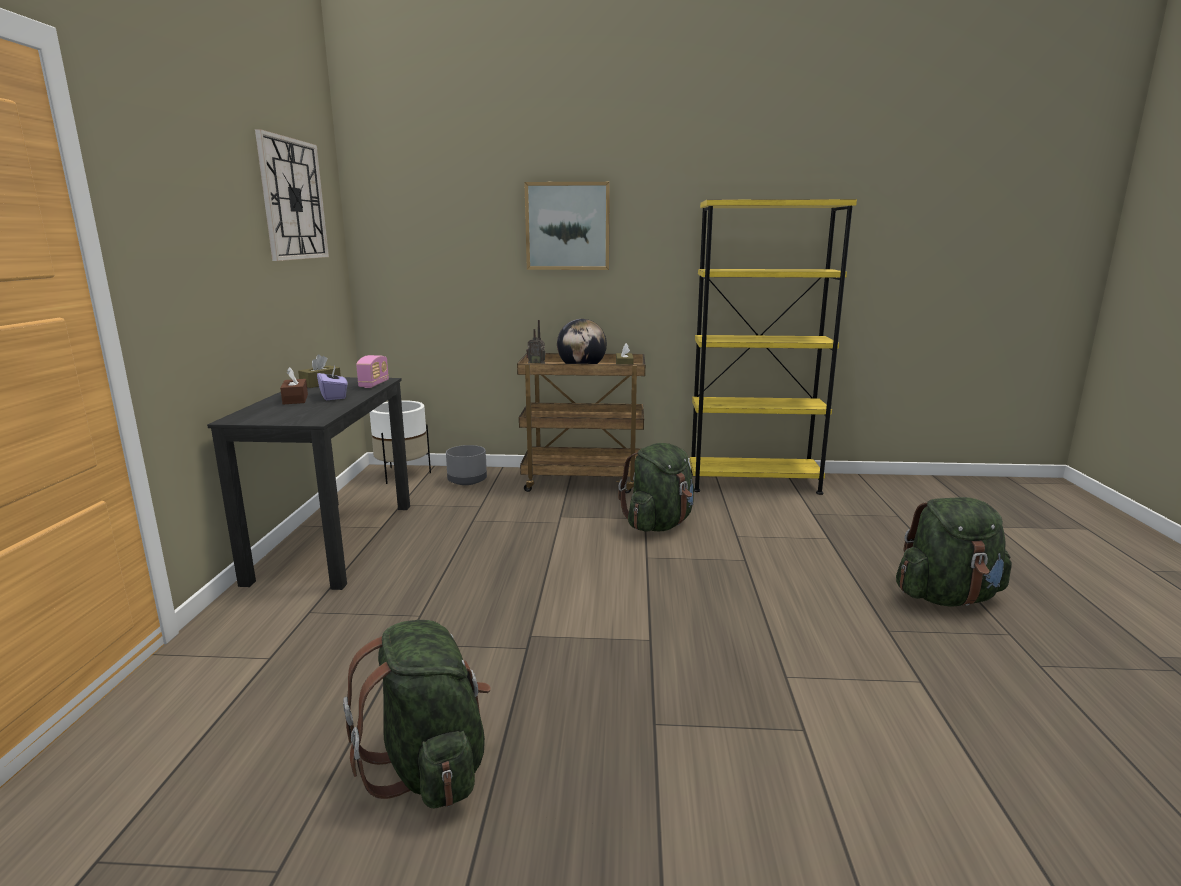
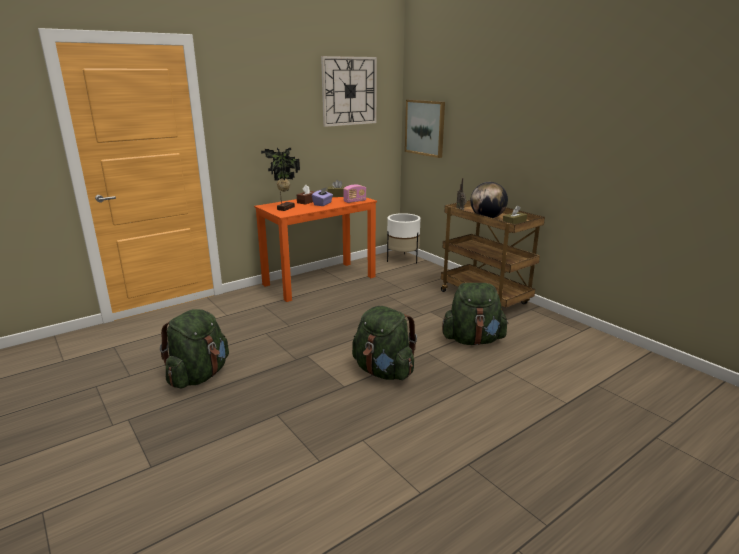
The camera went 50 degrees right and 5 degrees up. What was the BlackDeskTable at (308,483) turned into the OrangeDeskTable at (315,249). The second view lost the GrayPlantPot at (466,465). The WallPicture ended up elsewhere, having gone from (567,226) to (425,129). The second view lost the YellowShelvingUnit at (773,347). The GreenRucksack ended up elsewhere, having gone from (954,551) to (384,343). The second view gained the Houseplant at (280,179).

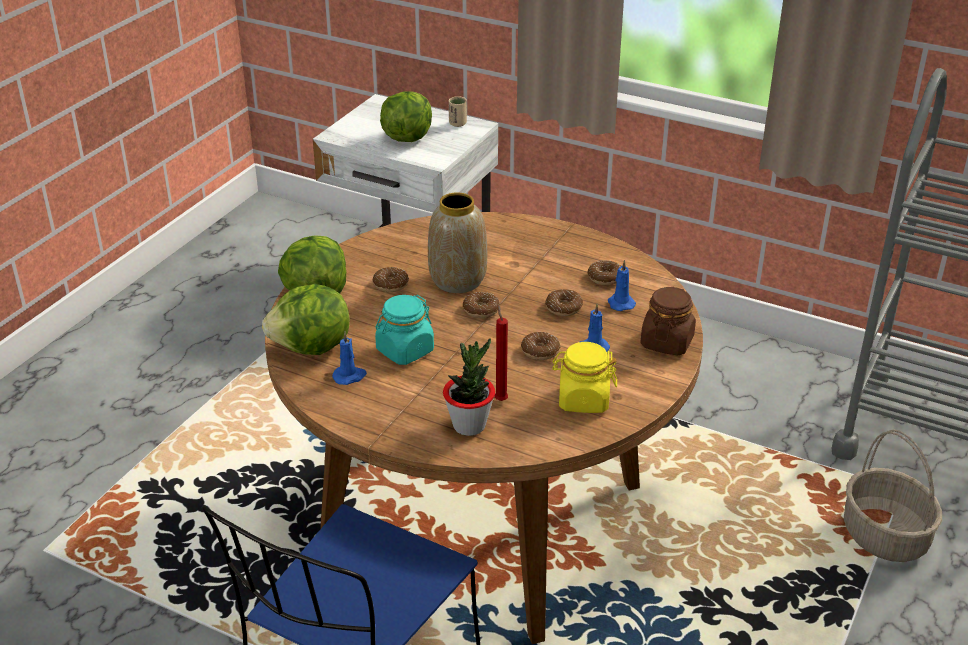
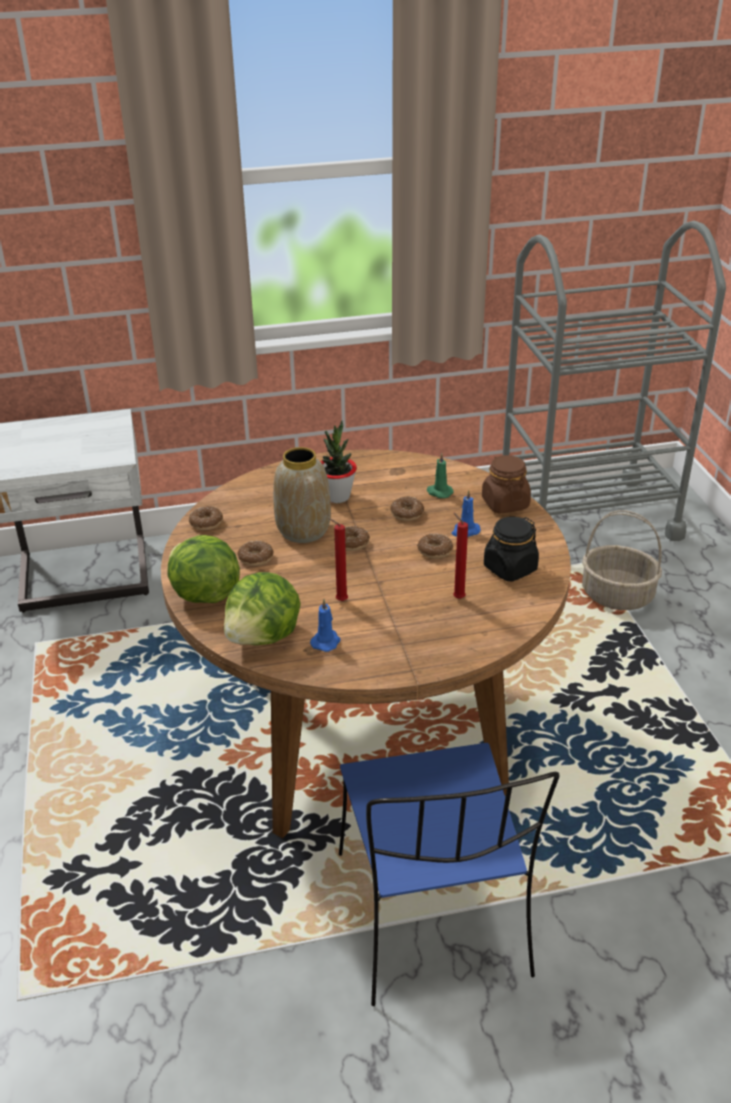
The camera went 40 degrees left and 0 degrees up. Where the TurquoiseStorageJar stood at (404,330), the RedColouredWaxCandle came to stand at (338,559). The second view lost the HeadOfLettuce at (406,116). The Houseplant ended up elsewhere, having gone from (469,387) to (338,461). The second view lost the BeigeColouredDrinkingCup at (458,111). What was the YellowStorageJar at (584,377) turned into the BlackStorageJar at (511,549). The Donut ended up elsewhere, having gone from (604,272) to (206,518). What was the BlueWaxCandle at (622,285) turned into the GreenWaxCandle at (440,475).

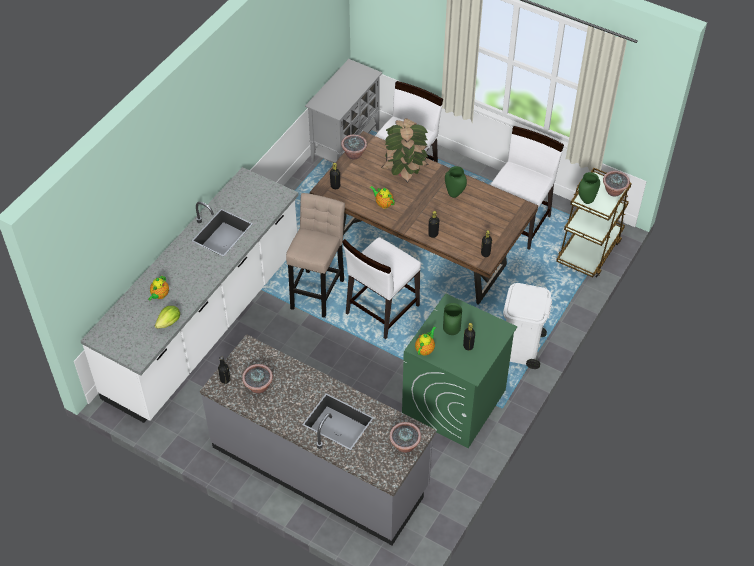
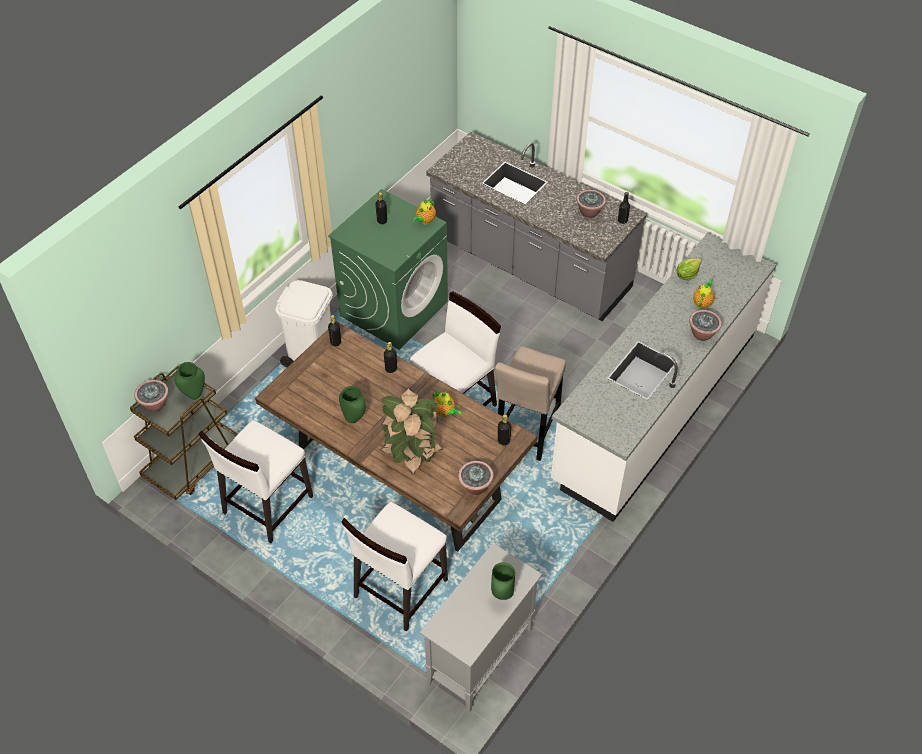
The camera went 175 degrees left and 0 degrees up. The Houseplant ended up elsewhere, having gone from (405,437) to (705,325). The GreenFlowerVase ended up elsewhere, having gone from (452,319) to (503,581).

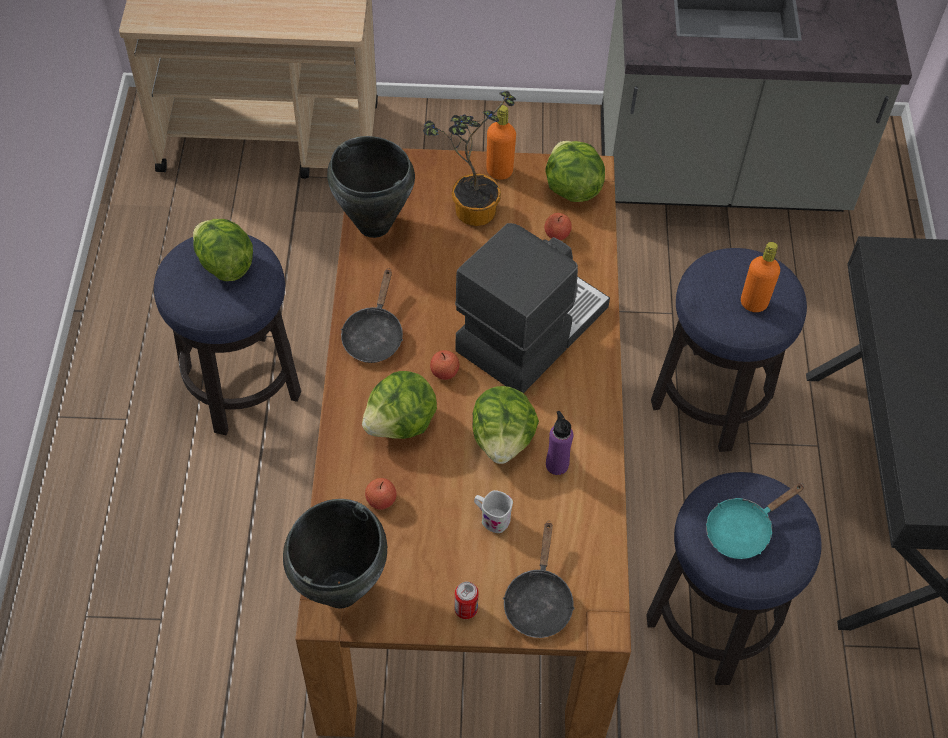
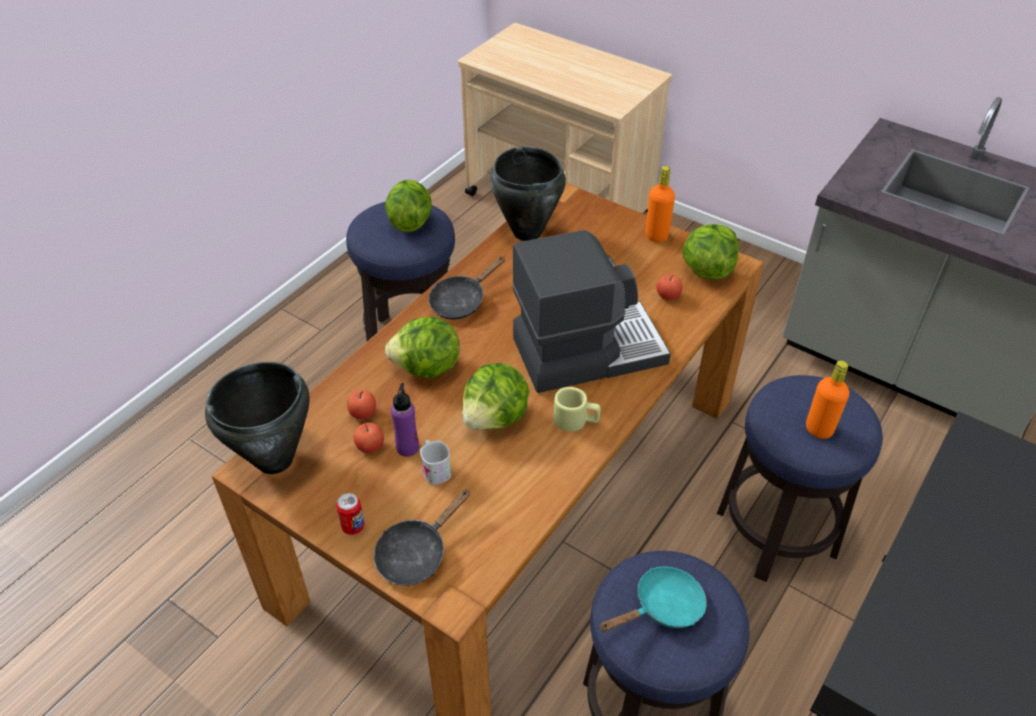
The camera went 35 degrees right and 10 degrees down. The second view lost the Houseplant at (469,158). The AppleFruit ended up elsewhere, having gone from (444,365) to (368,438). The PurplishBottle ended up elsewhere, having gone from (559,443) to (405,420). The TurquoiseFryingPan at (755,521) ended up facing another way, 150 degrees clockwise from before. The second view gained the BeigeColouredCoffeeMug at (577,409).

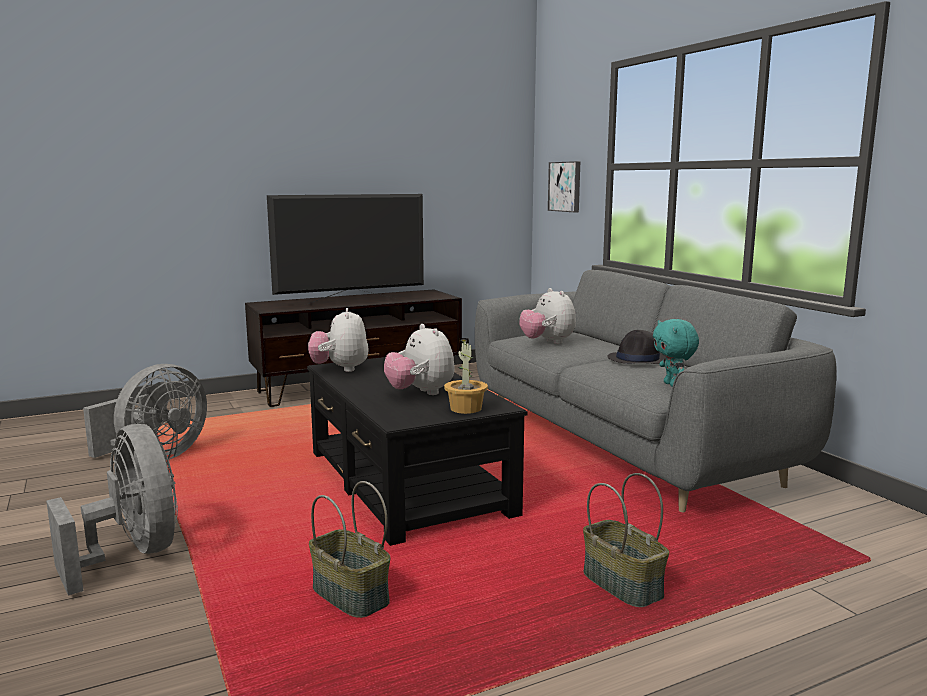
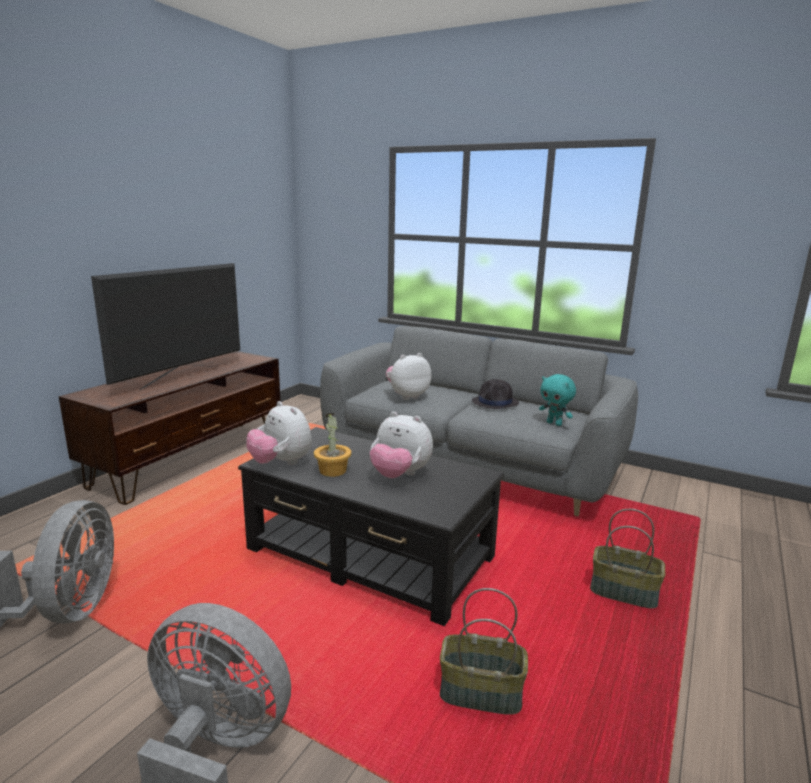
The camera went 35 degrees left and 5 degrees up. The Houseplant ended up elsewhere, having gone from (466,376) to (333,445). The CuddlyToy at (547,316) ended up facing another way, 120 degrees clockwise from before. The second view lost the WallPicture at (564,186).

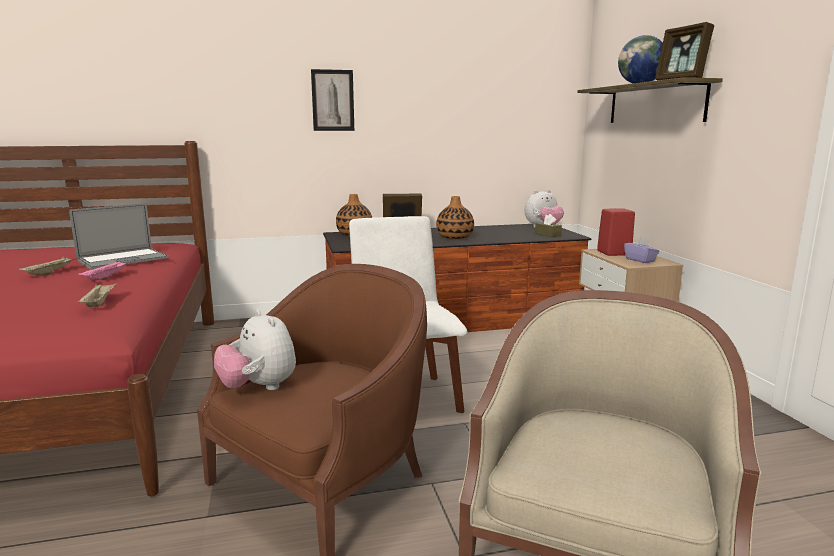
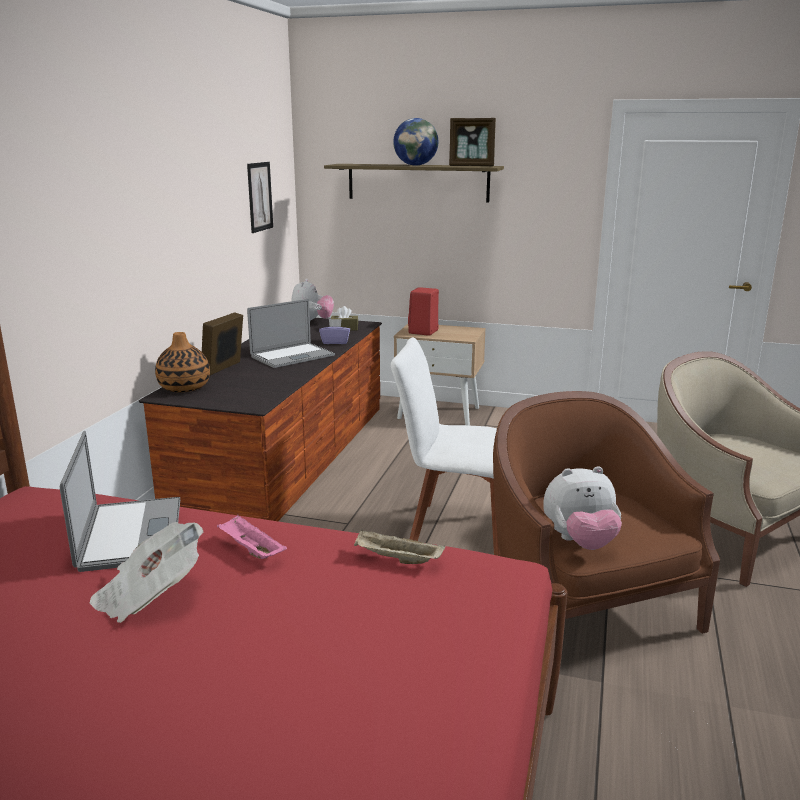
The camera went 60 degrees left and 5 degrees up. Where the BeigeColouredTray stood at (47,265), the DailyPaper came to stand at (146,572). The WallPicture ended up elsewhere, having gone from (332,100) to (260,197). Where the FlowerVase stood at (455,217), the PortableComputer came to stand at (291,333). The PurplishTissueHolder ended up elsewhere, having gone from (641,250) to (334,331).

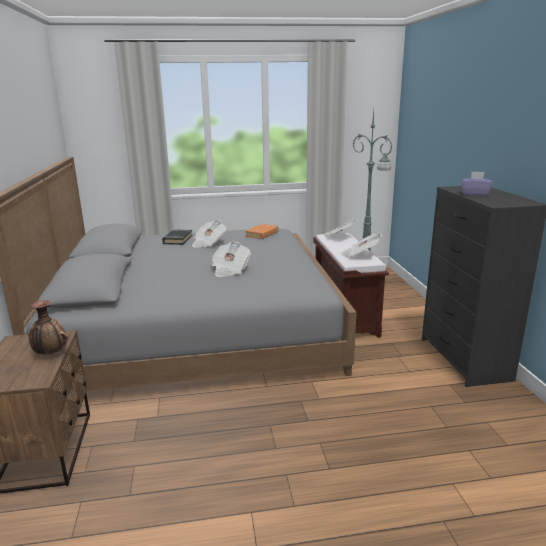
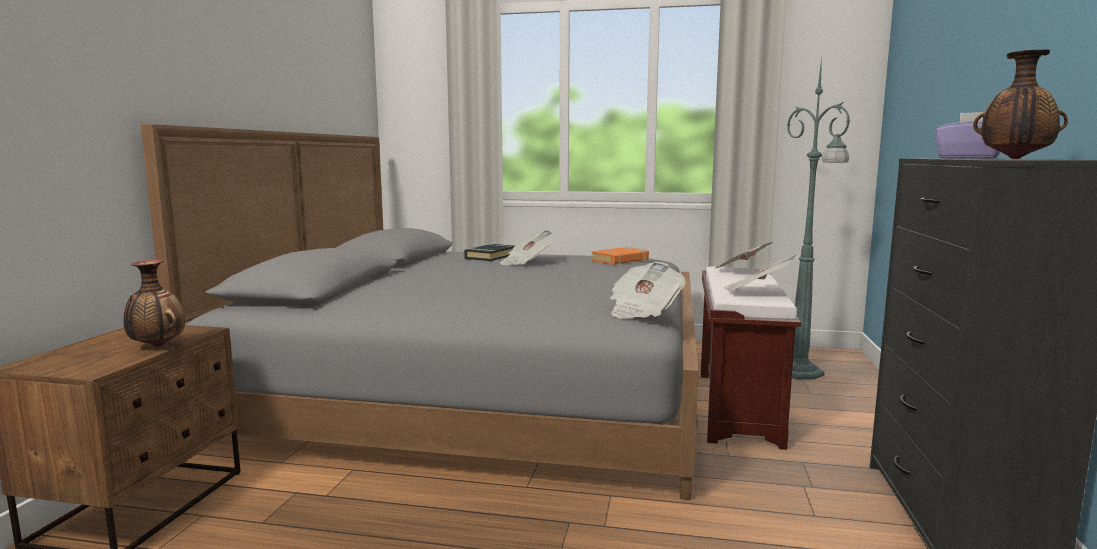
The camera went 20 degrees right and 10 degrees down. The DailyPaper ended up elsewhere, having gone from (231,259) to (648,290). The second view gained the FlowerVase at (1020,104).

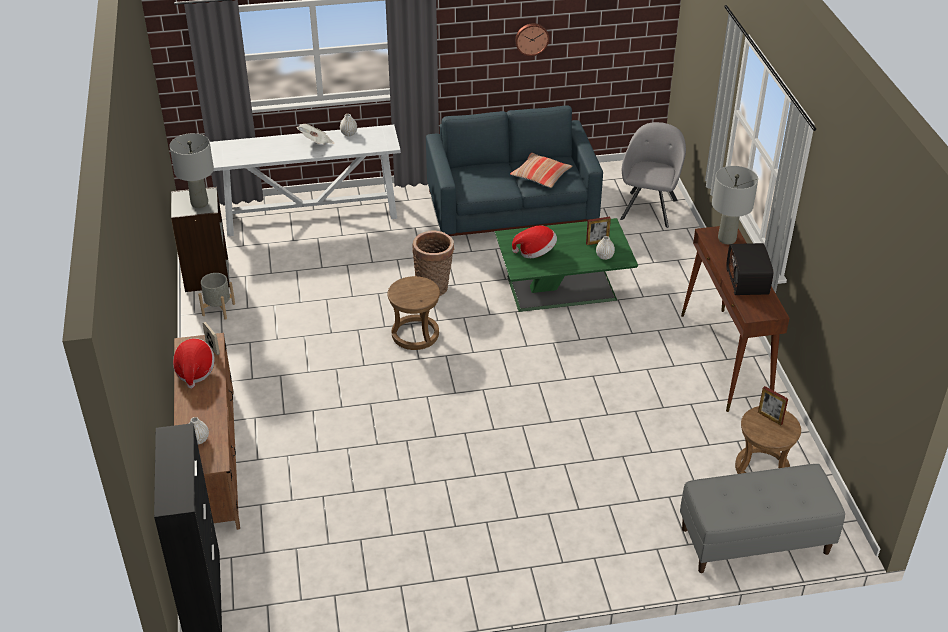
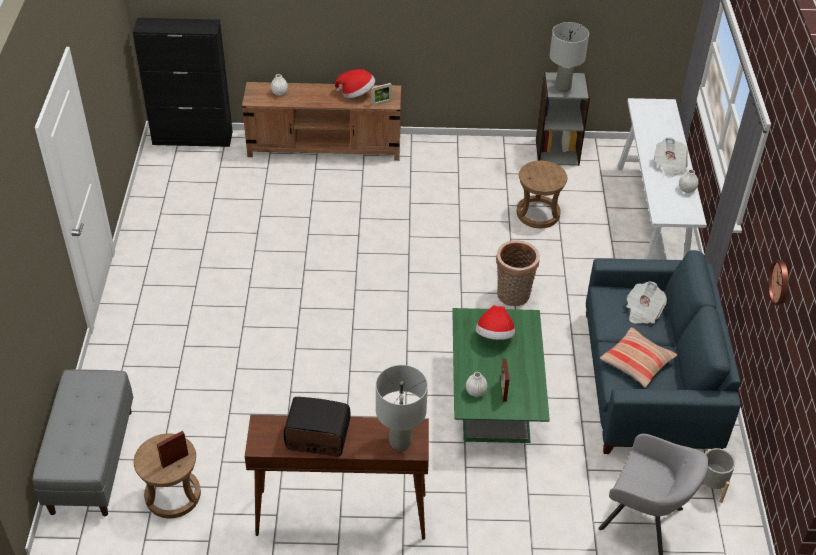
The camera went 100 degrees right and 5 degrees up. The GrayPlantPot ended up elsewhere, having gone from (216,296) to (719,475). The BrownStool ended up elsewhere, having gone from (413,313) to (542,194). The second view gained the DailyPaper at (646,302).

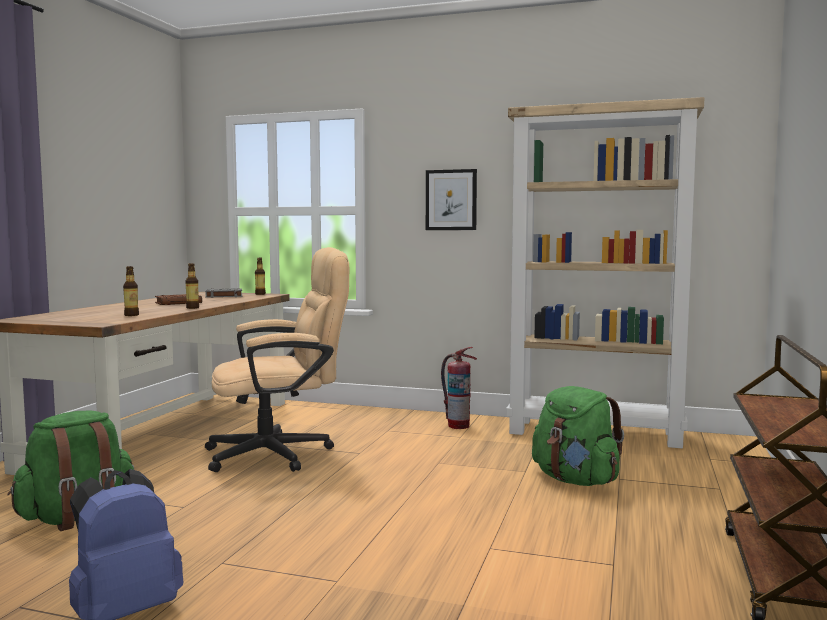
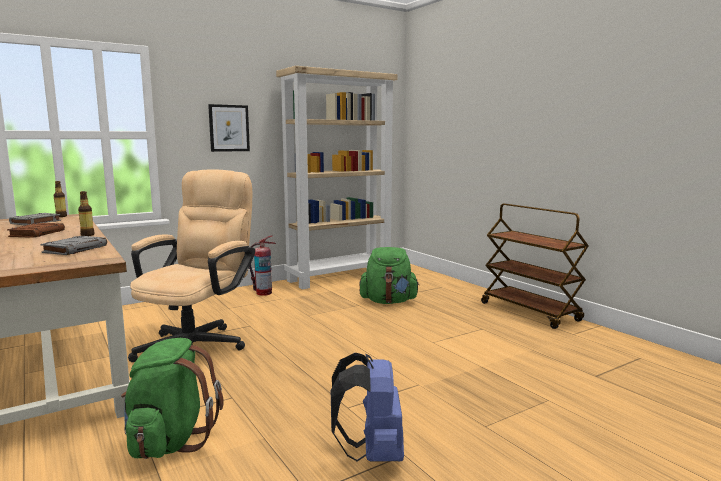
The camera went 50 degrees left and 5 degrees up. Where the Bottle stood at (131,291), the GrayBook came to stand at (73,245).

